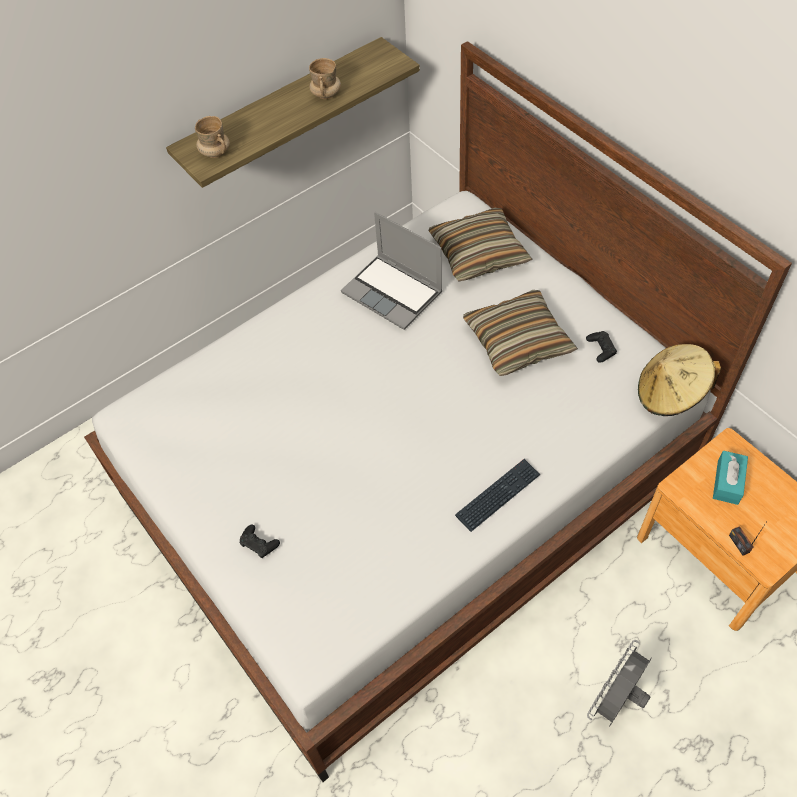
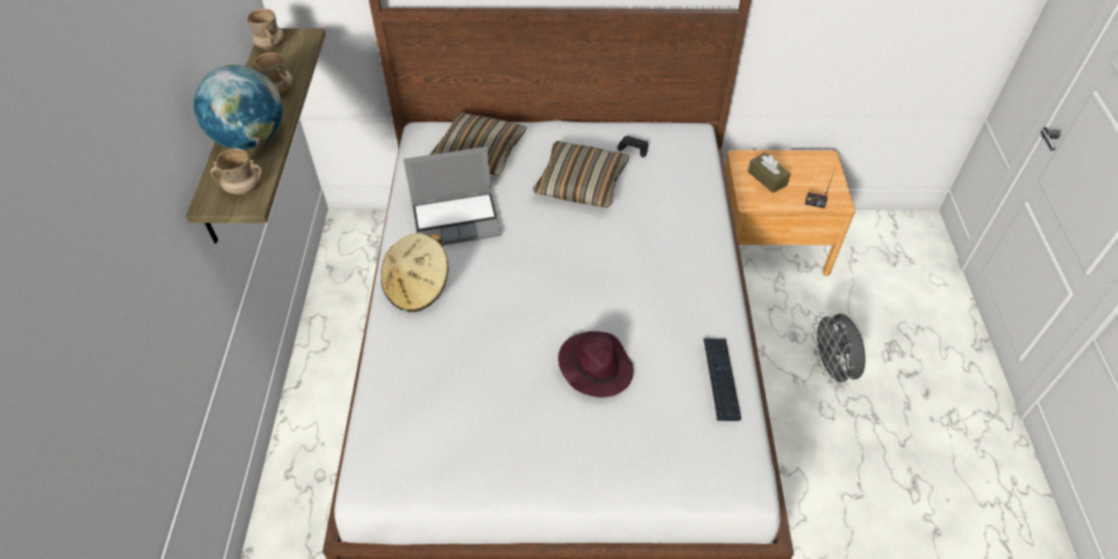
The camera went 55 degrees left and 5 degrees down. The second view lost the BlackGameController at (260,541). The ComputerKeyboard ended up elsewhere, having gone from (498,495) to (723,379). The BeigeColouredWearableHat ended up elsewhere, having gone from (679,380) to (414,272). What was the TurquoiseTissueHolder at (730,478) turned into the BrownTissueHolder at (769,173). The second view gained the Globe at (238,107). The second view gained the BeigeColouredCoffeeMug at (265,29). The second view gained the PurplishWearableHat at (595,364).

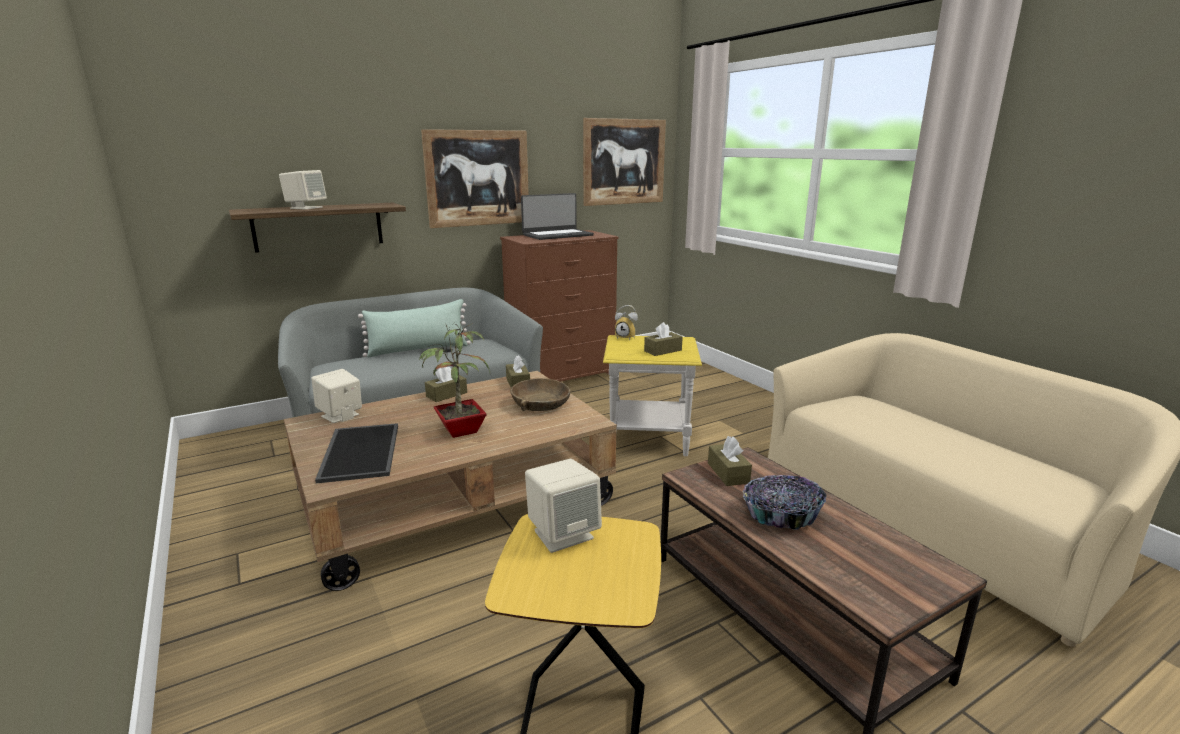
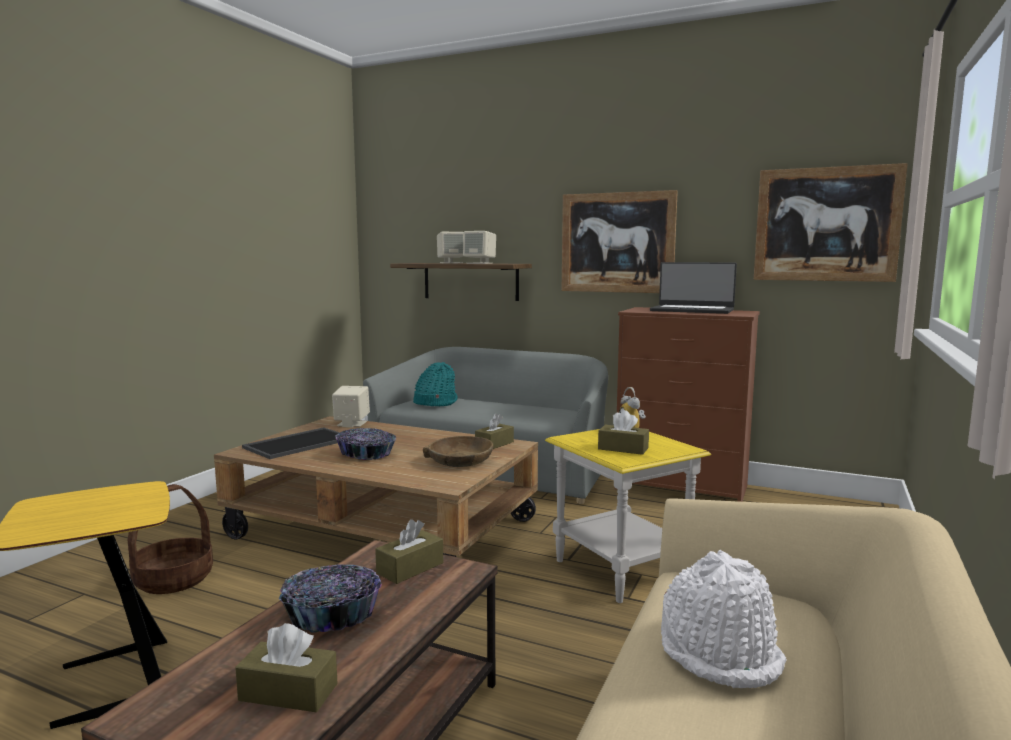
The camera went 55 degrees right and 10 degrees down. The second view lost the GreenThrowPillow at (414,328). Where the Houseplant stood at (454,380), the Bowl came to stand at (366,444). The BrownTissueHolder ended up elsewhere, having gone from (446,384) to (286,667). The BeigeColouredAudioSpeaker ended up elsewhere, having gone from (563,506) to (479,247). The second view gained the HouseholdBasket at (170,539). The second view gained the TurquoiseWearableHat at (435,384). The second view gained the WhitishWearableHat at (724,619).

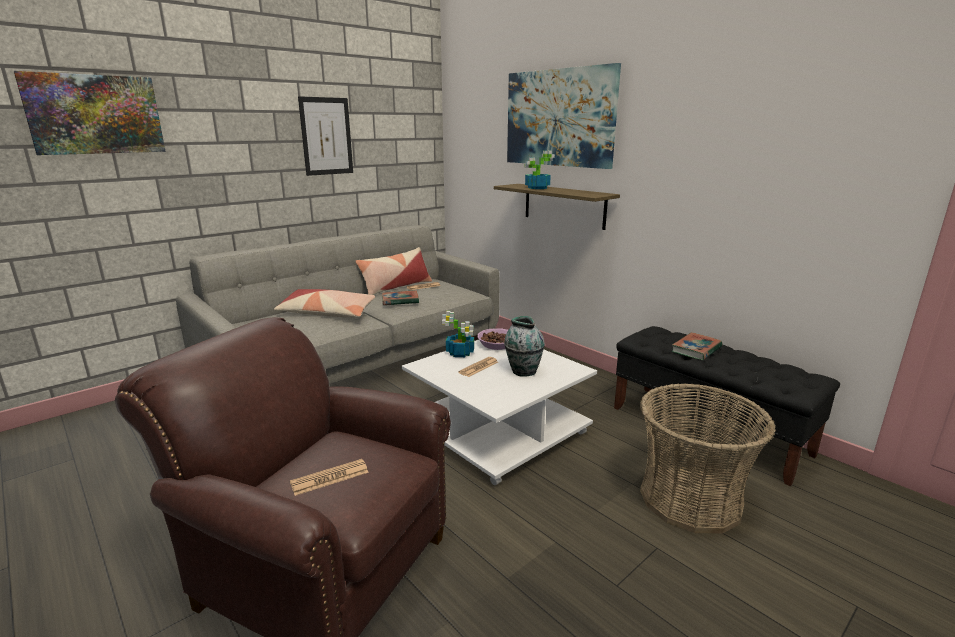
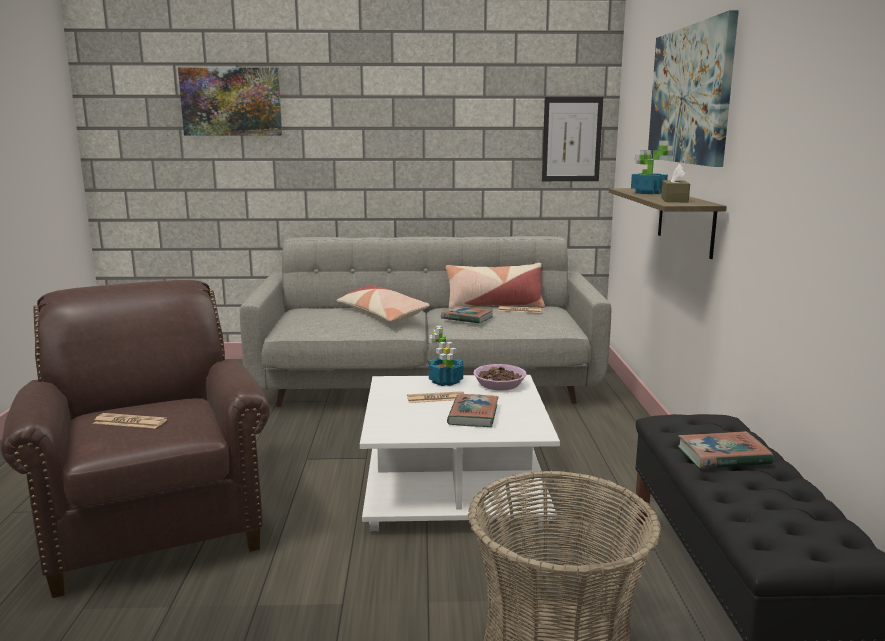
The camera went 40 degrees right and 5 degrees down. The WallPicture ended up elsewhere, having gone from (325,136) to (572,139). Where the FlowerVase stood at (524,346), the Book came to stand at (472,410). The second view gained the BrownTissueHolder at (675,183).

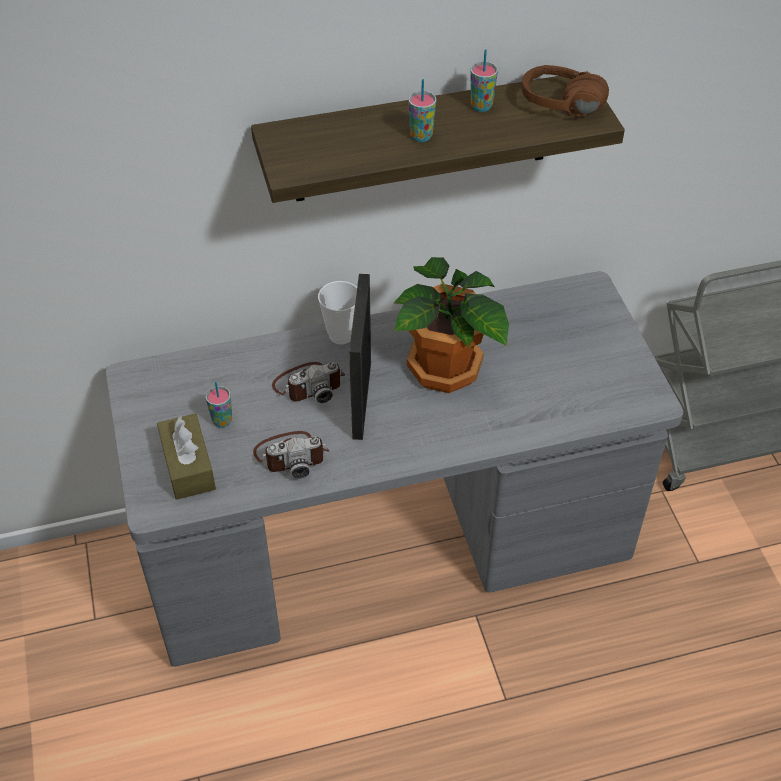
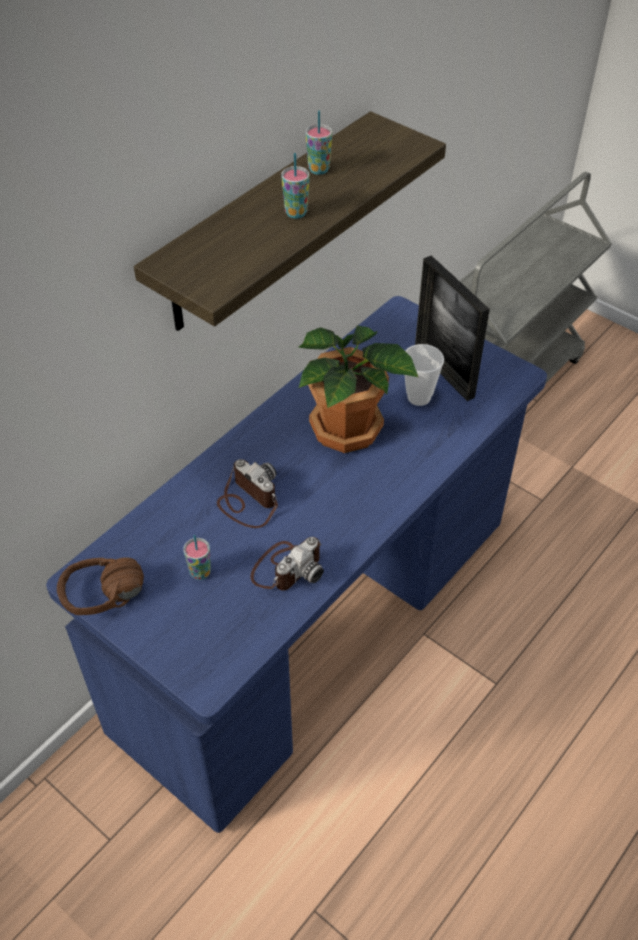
The camera went 35 degrees left and 0 degrees up. What was the GrayDeskTable at (394,469) turned into the BlueDeskTable at (296,564). The second view lost the BrownTissueHolder at (186,456). The PhotoCamera at (308,382) ended up facing another way, 75 degrees counterclockwise from before. The DrinkingCup ended up elsewhere, having gone from (337,312) to (424,375). The PictureFrame ended up elsewhere, having gone from (360,357) to (452,328). The BrownHeadset ended up elsewhere, having gone from (565,91) to (100,586).

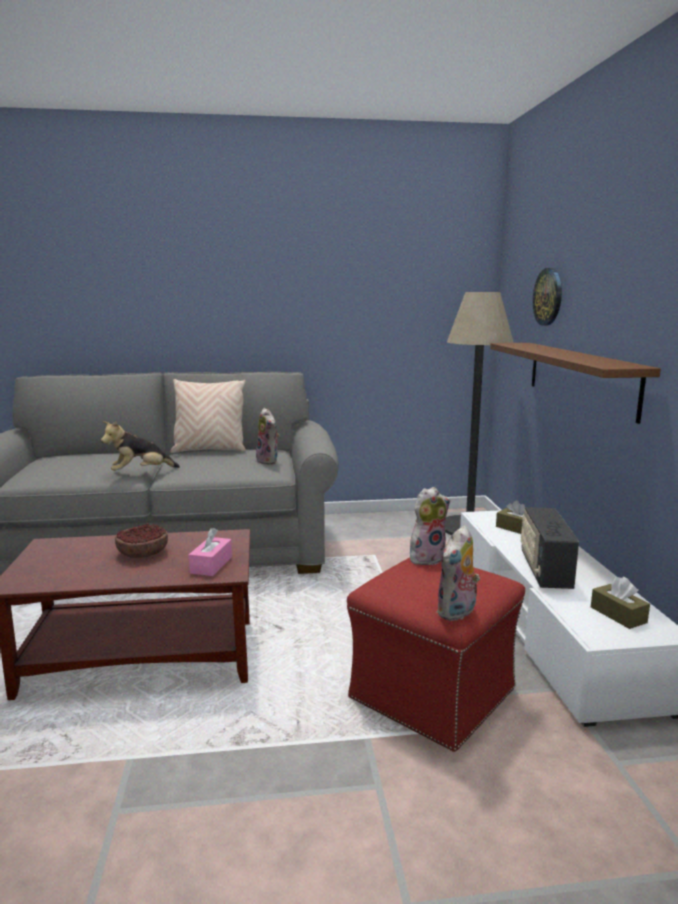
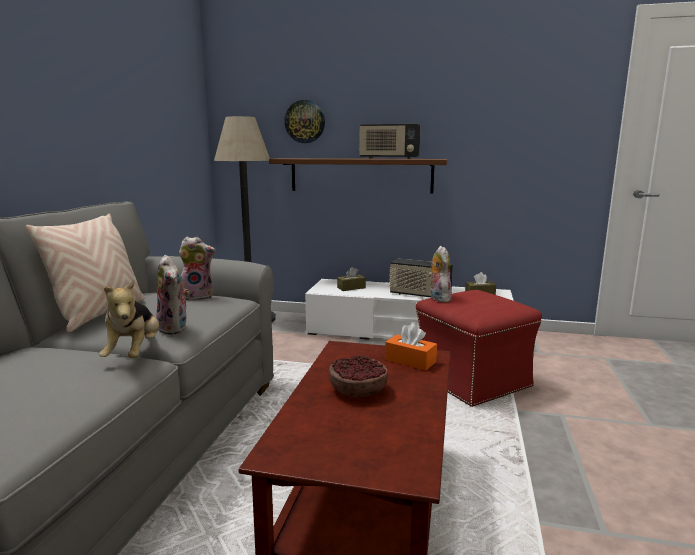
The camera went 70 degrees left and 0 degrees up. What was the PinkColouredTissueHolder at (210,552) turned into the OrangeTissueHolder at (411,347). The CuddlyToy ended up elsewhere, having gone from (458,573) to (173,295). The second view gained the RadioSet at (389,141).

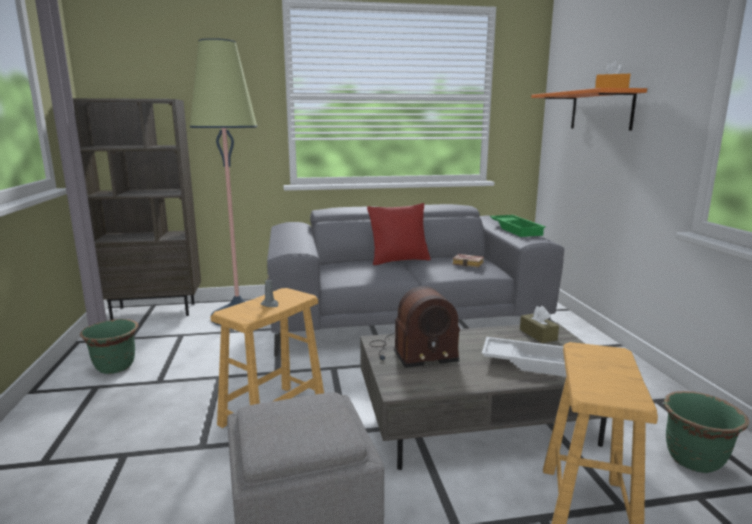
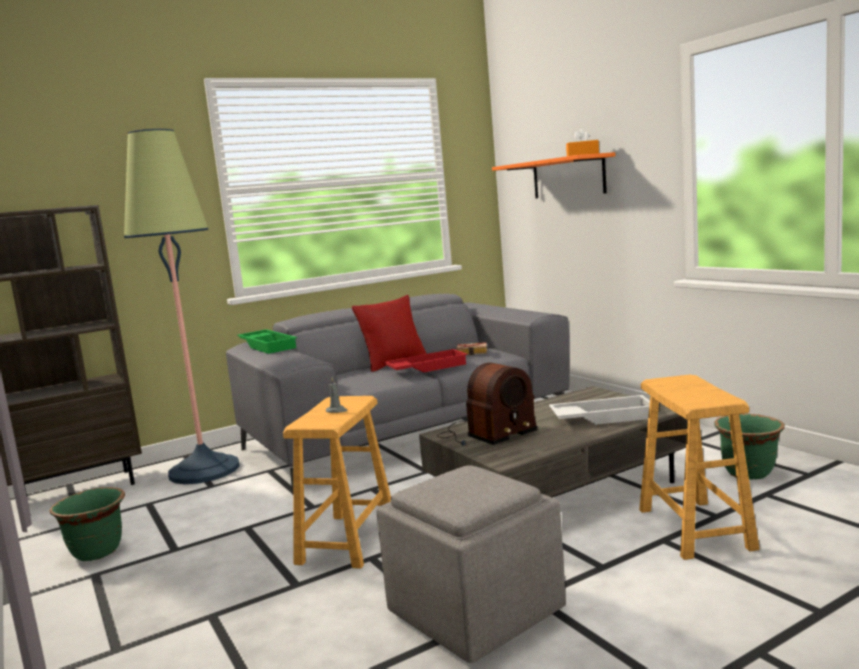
The camera went 20 degrees left and 5 degrees down. The GreenTray ended up elsewhere, having gone from (518,226) to (267,341). The second view lost the BrownTissueHolder at (539,324). The second view gained the RedColouredTray at (426,361).

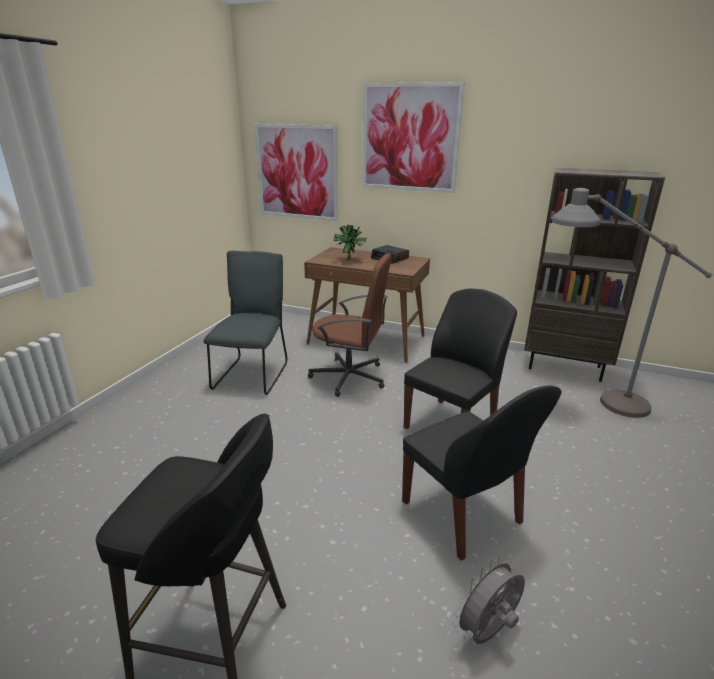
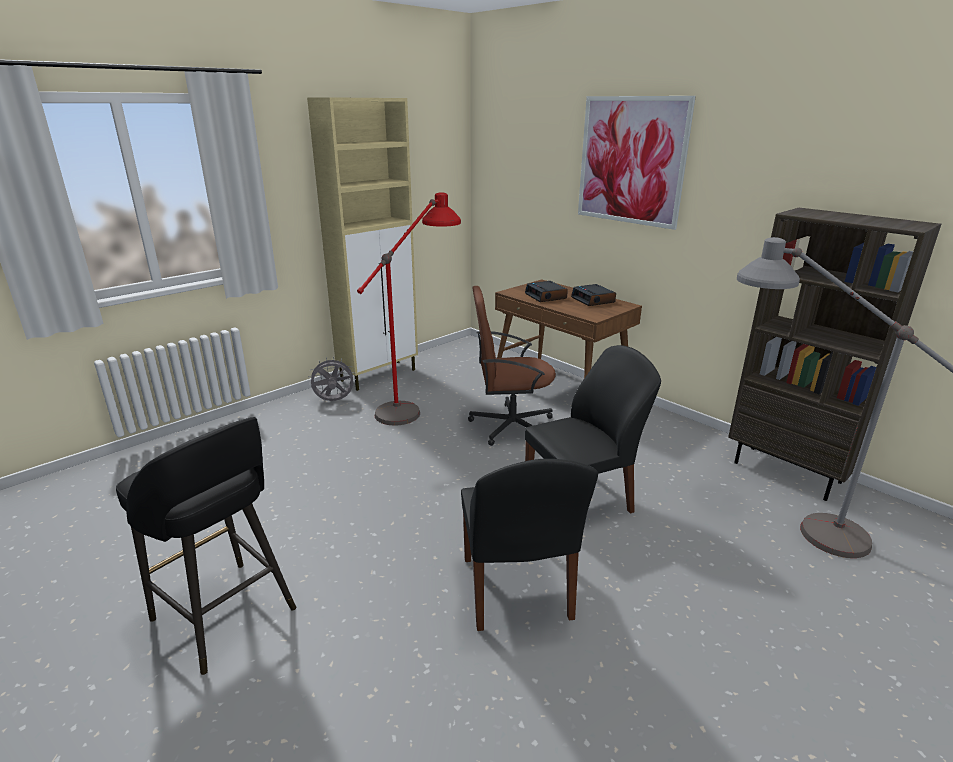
The camera went 25 degrees right and 0 degrees up. Where the GrayUprightChair stood at (245,323), the RedColouredStandingLamp came to stand at (409,309). The second view lost the WallPicture at (296,172). The BrownDeskChair at (349,325) ended up facing another way, 135 degrees clockwise from before. Where the Houseplant stood at (350,242), the BedsideClock came to stand at (546,291). The GrayCoolingFan ended up elsewhere, having gone from (488,600) to (332,379). The second view gained the BeigeColouredStorageCabinet at (362,244).

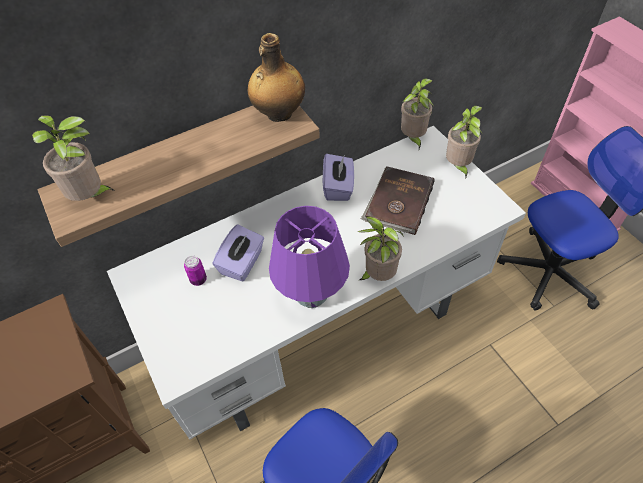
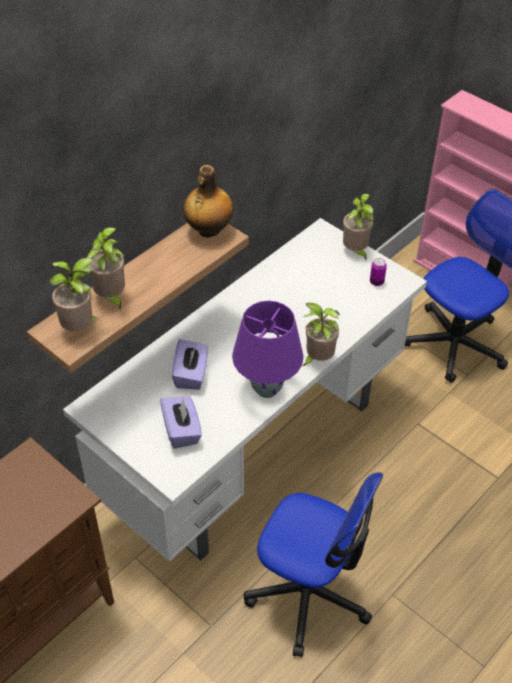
The camera went 20 degrees left and 5 degrees down. The Can ended up elsewhere, having gone from (195,271) to (378,272). The PurplishTissueHolder ended up elsewhere, having gone from (338,177) to (181,423). The second view lost the BrownBook at (398,200). The Houseplant ended up elsewhere, having gone from (417,114) to (106,268).

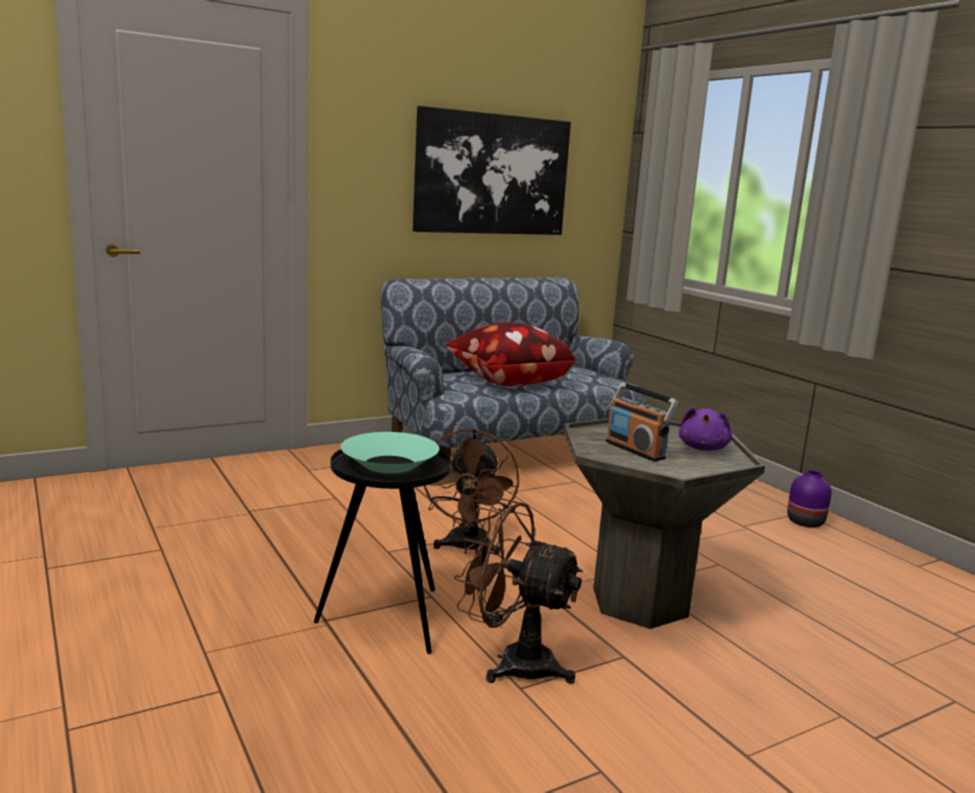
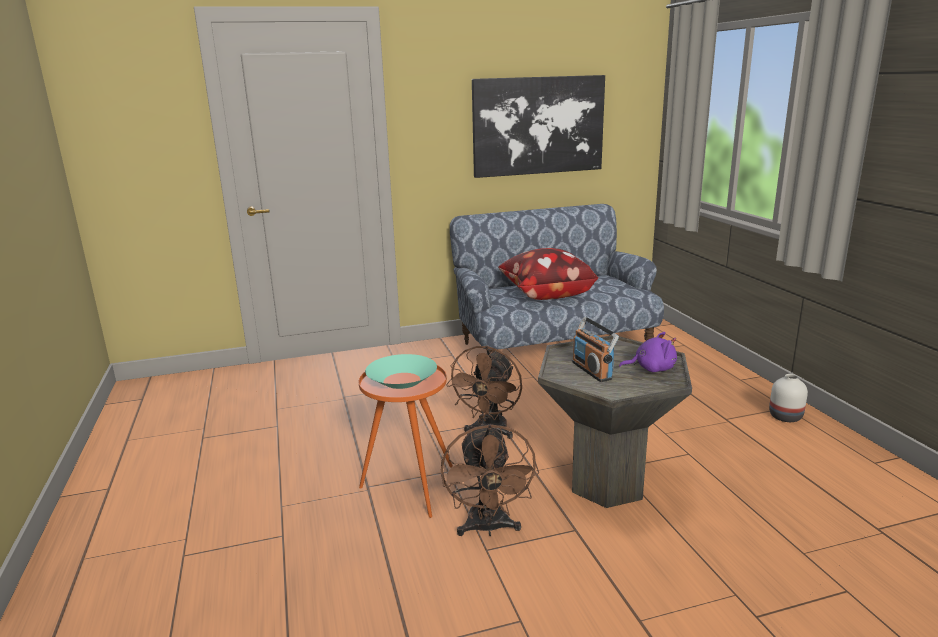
The camera went 15 degrees right and 5 degrees up. What was the BlackEndTable at (383,551) turned into the OrangeEndTable at (406,441). The BrownCoolingFan at (518,590) ended up facing another way, 135 degrees counterclockwise from before. The PurplishCuddlyToy at (705,429) ended up facing another way, 120 degrees counterclockwise from before. What was the PurplishFlowerVase at (809,499) turned into the WhitishFlowerVase at (788,398).

